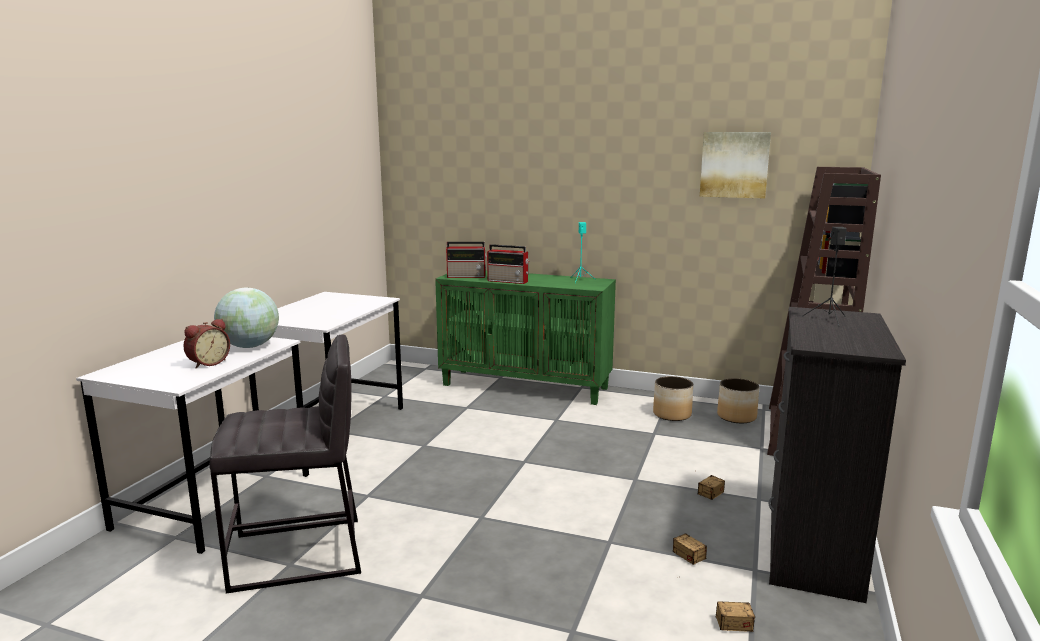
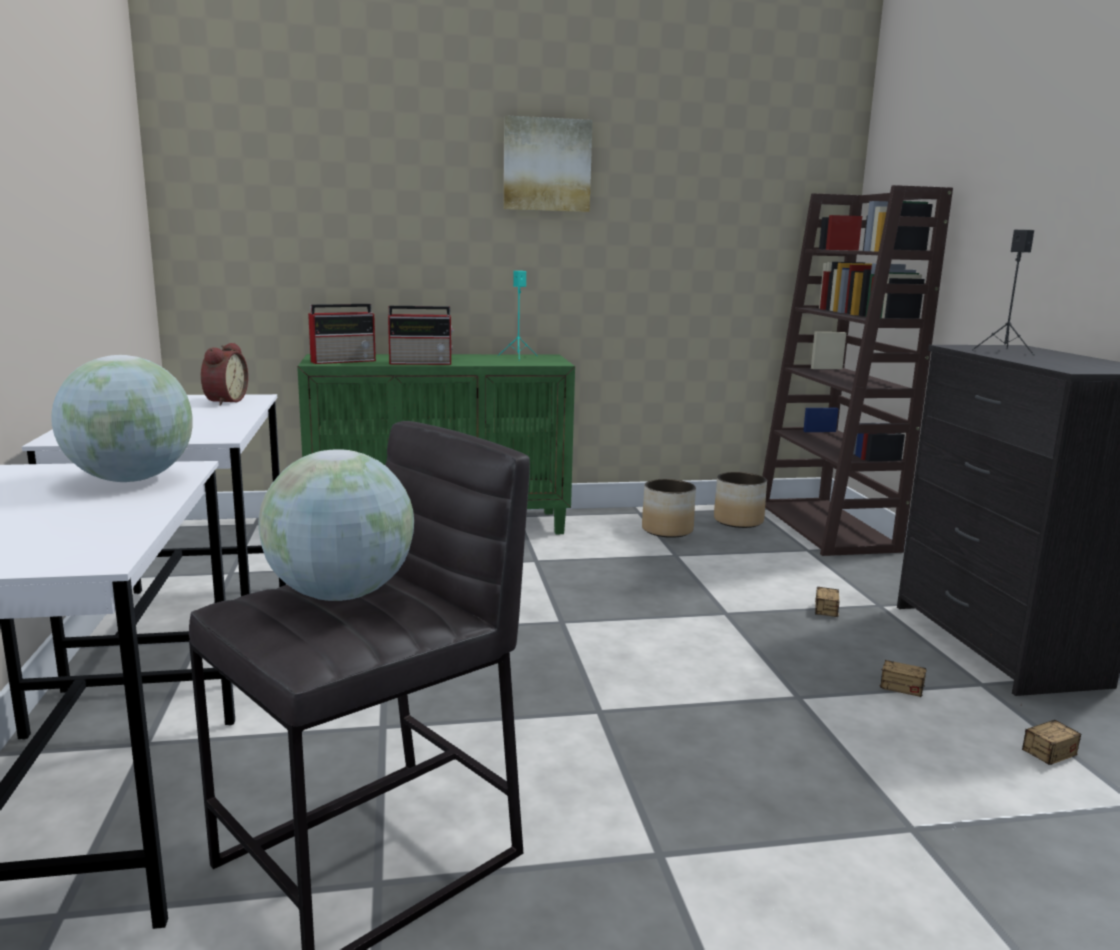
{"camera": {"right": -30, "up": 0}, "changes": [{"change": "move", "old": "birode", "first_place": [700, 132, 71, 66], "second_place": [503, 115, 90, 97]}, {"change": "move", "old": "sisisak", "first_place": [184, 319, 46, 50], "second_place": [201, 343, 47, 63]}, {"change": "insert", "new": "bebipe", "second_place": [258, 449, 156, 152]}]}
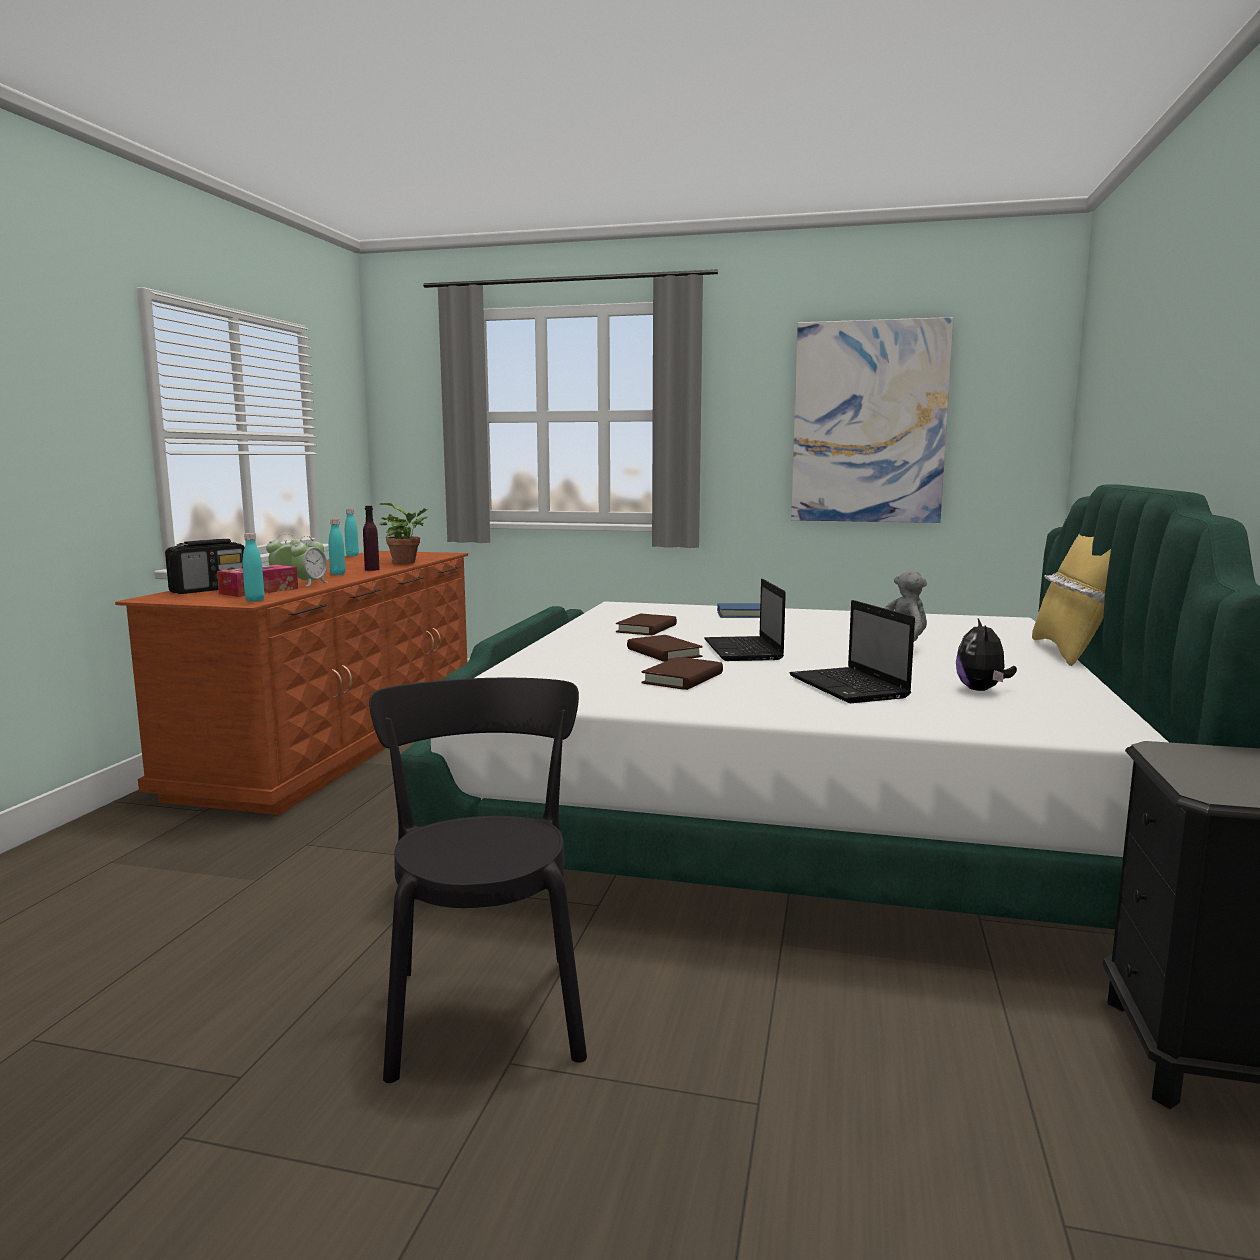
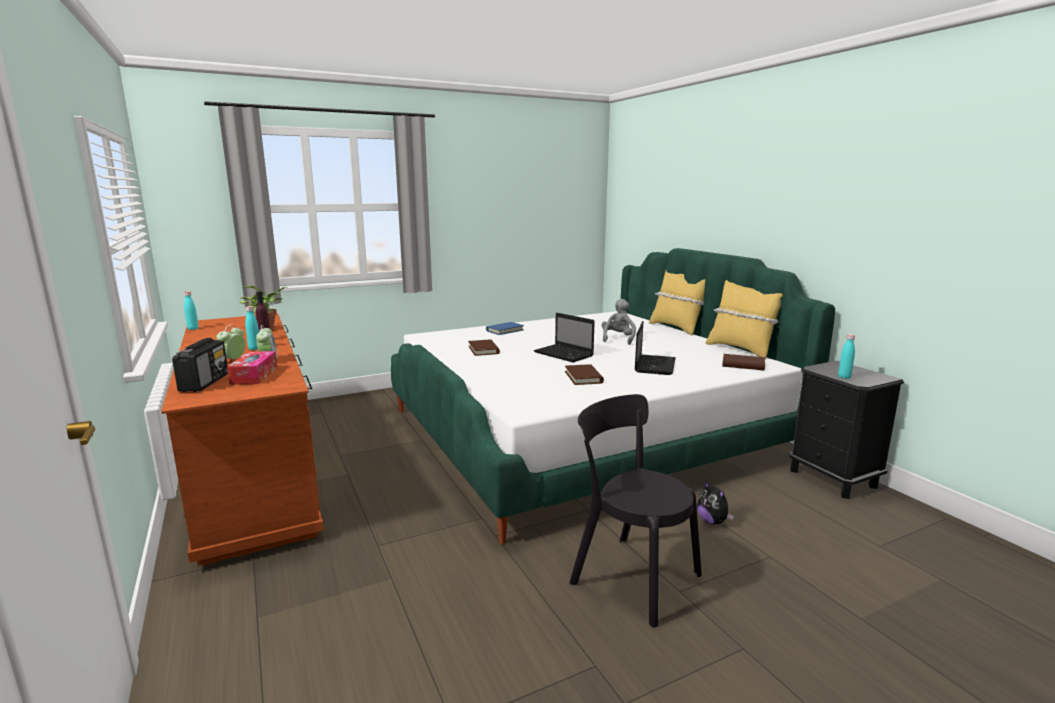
{"camera": {"right": -40, "up": 5}, "changes": [{"change": "delete", "old": "birode", "first_place": [791, 317, 163, 206]}, {"change": "move", "old": "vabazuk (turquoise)", "first_place": [243, 533, 21, 69], "second_place": [838, 334, 17, 45]}, {"change": "rotate", "old": "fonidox", "first_place": [789, 600, 126, 103], "second_place": [635, 321, 41, 54], "degrees": -105}, {"change": "move", "old": "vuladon", "first_place": [956, 619, 61, 72], "second_place": [697, 481, 37, 43]}, {"change": "move", "old": "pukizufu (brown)", "first_place": [627, 635, 76, 27], "second_place": [722, 354, 43, 17]}, {"change": "insert", "new": "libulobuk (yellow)", "second_place": [705, 280, 78, 80]}]}
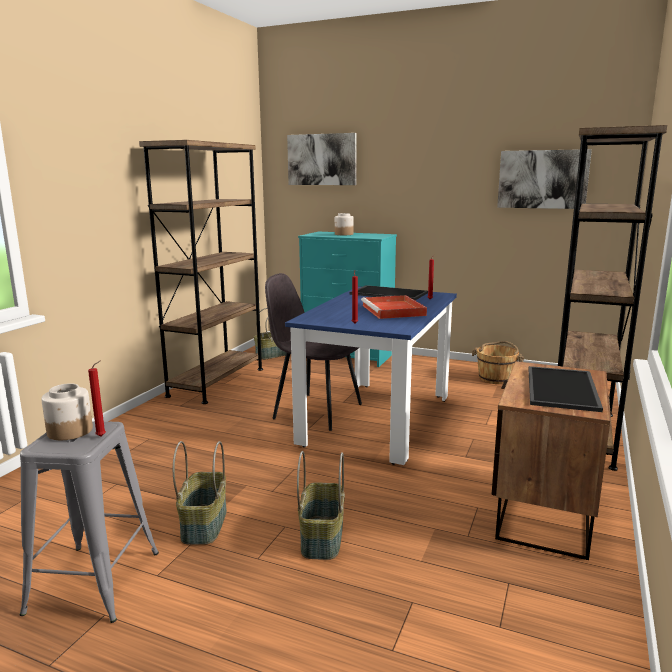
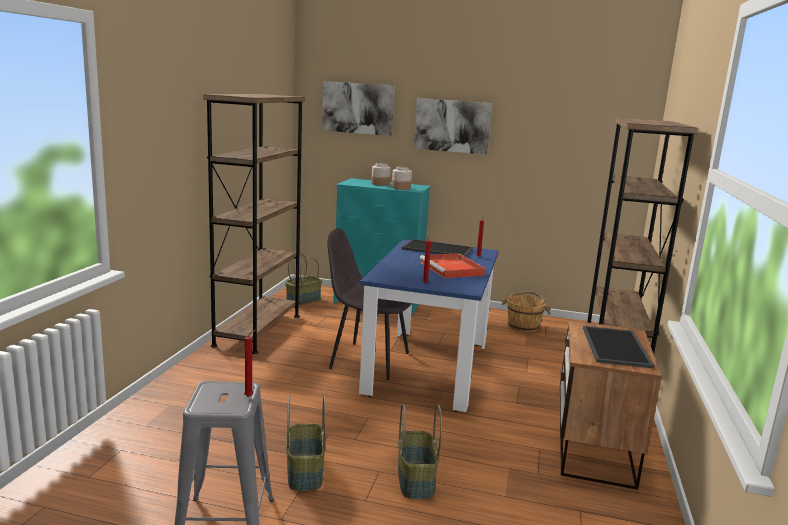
{"camera": {"right": -10, "up": 0}, "changes": [{"change": "move", "old": "birode", "first_place": [497, 149, 95, 60], "second_place": [414, 98, 78, 57]}, {"change": "move", "old": "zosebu", "first_place": [41, 383, 52, 57], "second_place": [392, 167, 20, 23]}]}
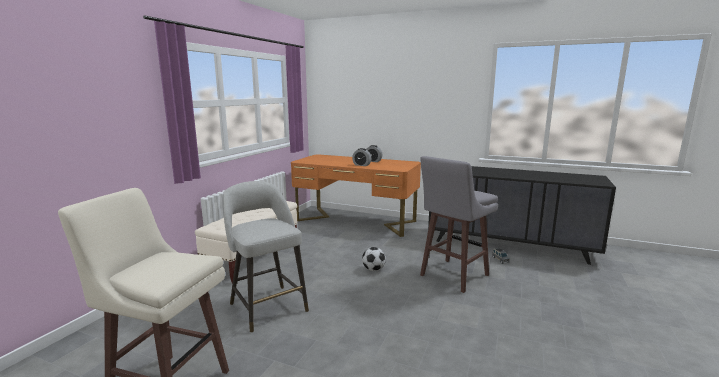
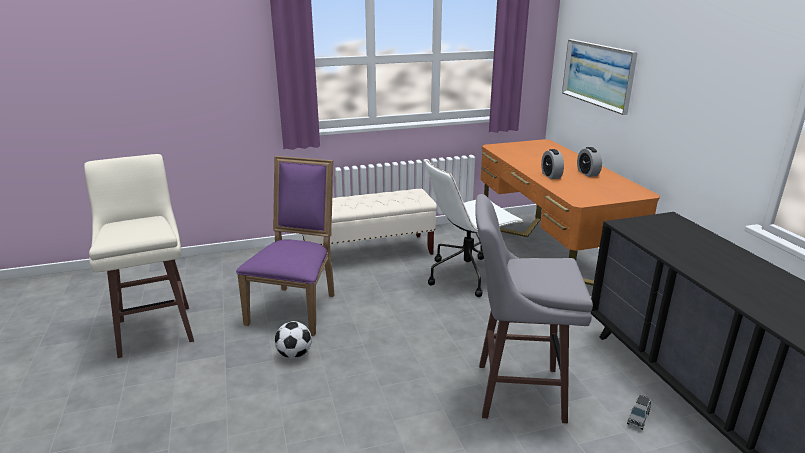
{"camera": {"right": 50, "up": 10}, "changes": [{"change": "replace", "old": "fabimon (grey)", "new": "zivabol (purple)", "first_place": [223, 181, 86, 151], "second_place": [236, 156, 98, 180]}, {"change": "move", "old": "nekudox", "first_place": [362, 247, 24, 24], "second_place": [275, 321, 37, 38]}, {"change": "insert", "new": "birode", "second_place": [562, 39, 76, 76]}, {"change": "insert", "new": "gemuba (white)", "second_place": [425, 160, 98, 137]}]}
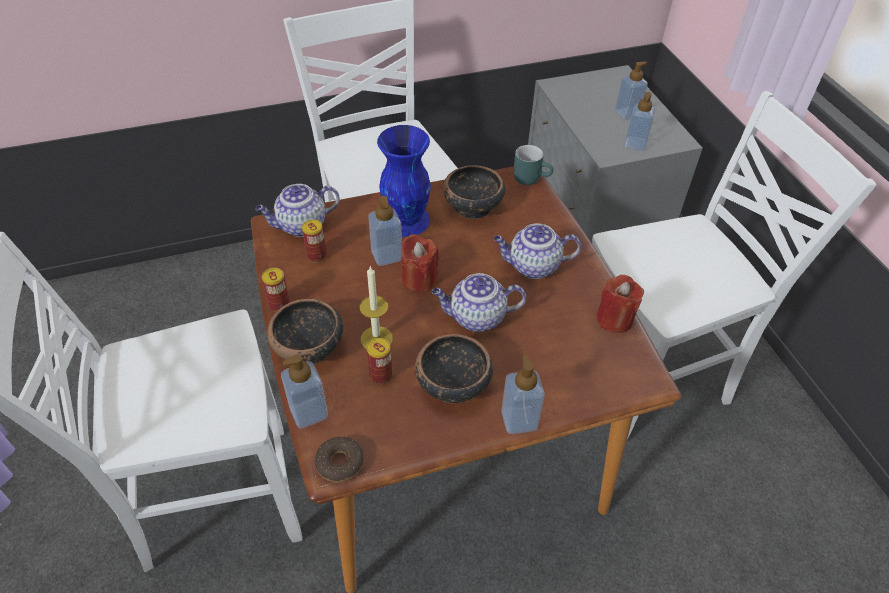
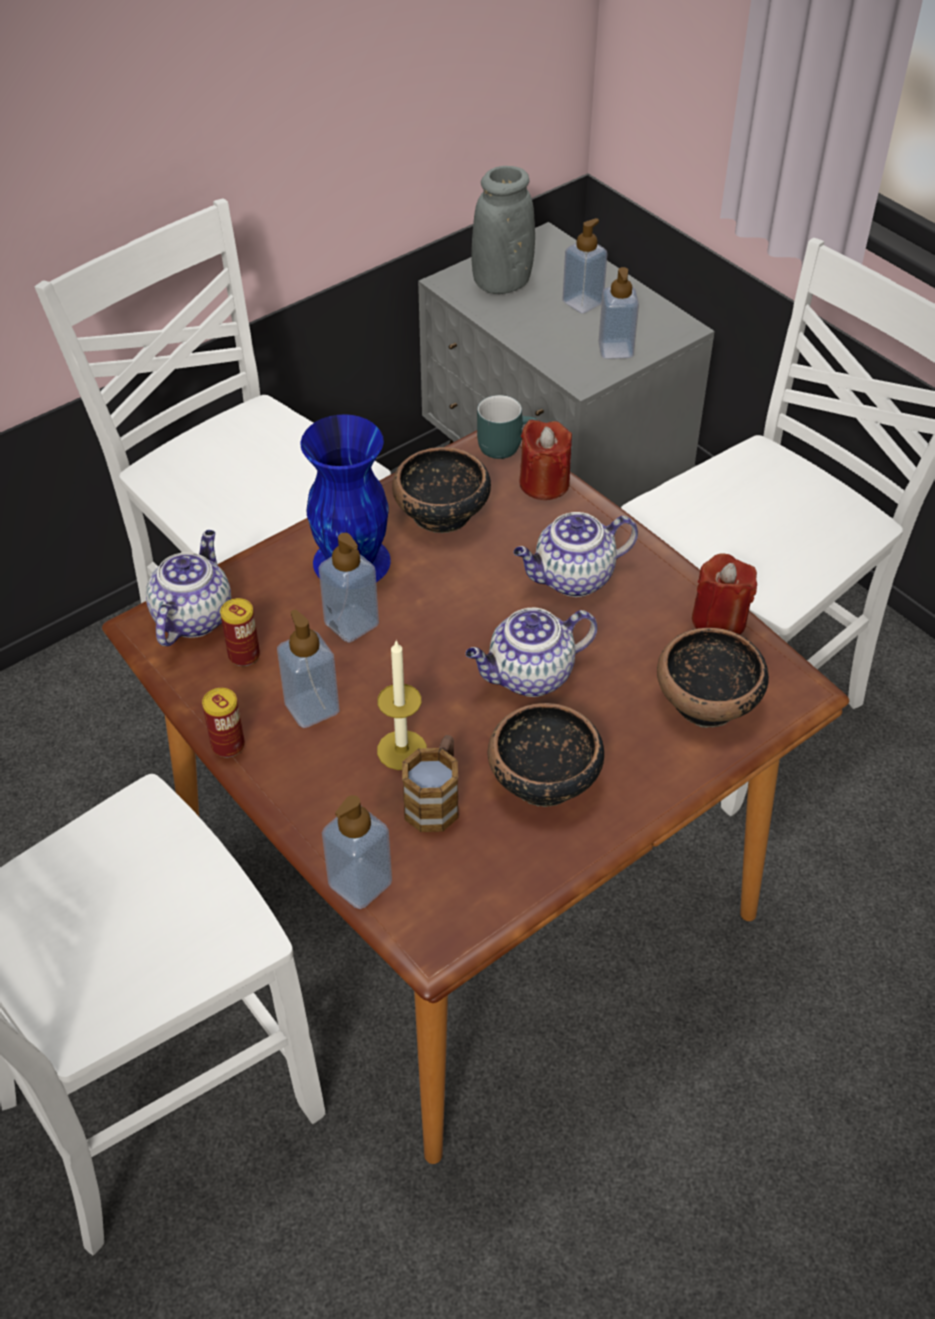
{"camera": {"right": -20, "up": 0}, "changes": [{"change": "rotate", "old": "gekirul", "first_place": [255, 184, 85, 53], "second_place": [146, 530, 85, 116], "degrees": 150}, {"change": "move", "old": "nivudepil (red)", "first_place": [401, 234, 38, 58], "second_place": [519, 420, 53, 80]}, {"change": "move", "old": "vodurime", "first_place": [267, 299, 76, 65], "second_place": [657, 628, 112, 100]}, {"change": "replace", "old": "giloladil", "new": "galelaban", "first_place": [367, 338, 25, 46], "second_place": [402, 735, 57, 97]}, {"change": "move", "old": "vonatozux", "first_place": [501, 355, 44, 79], "second_place": [277, 609, 63, 119]}, {"change": "delete", "old": "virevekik", "first_place": [315, 436, 49, 47]}, {"change": "insert", "new": "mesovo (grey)", "second_place": [471, 166, 64, 128]}]}
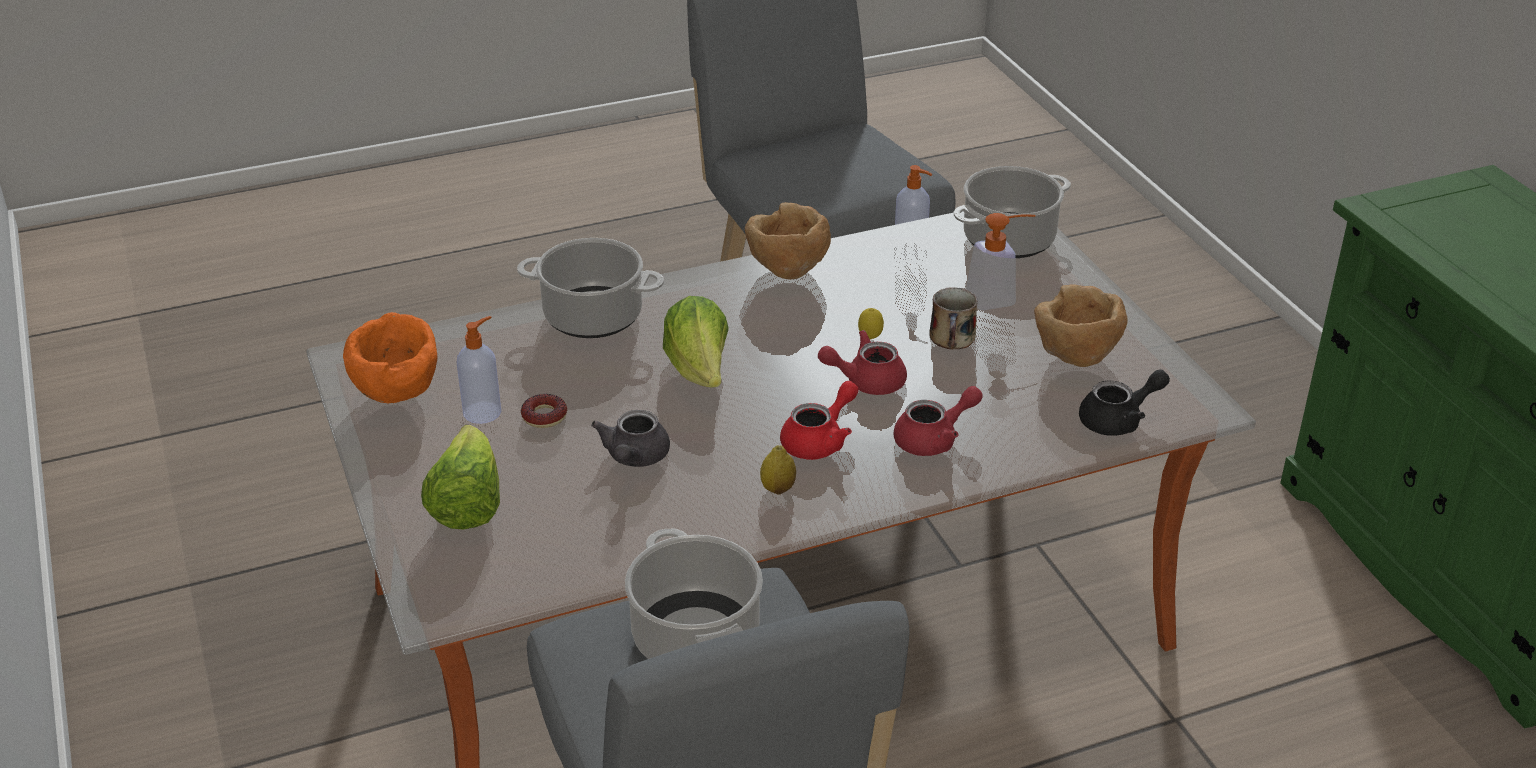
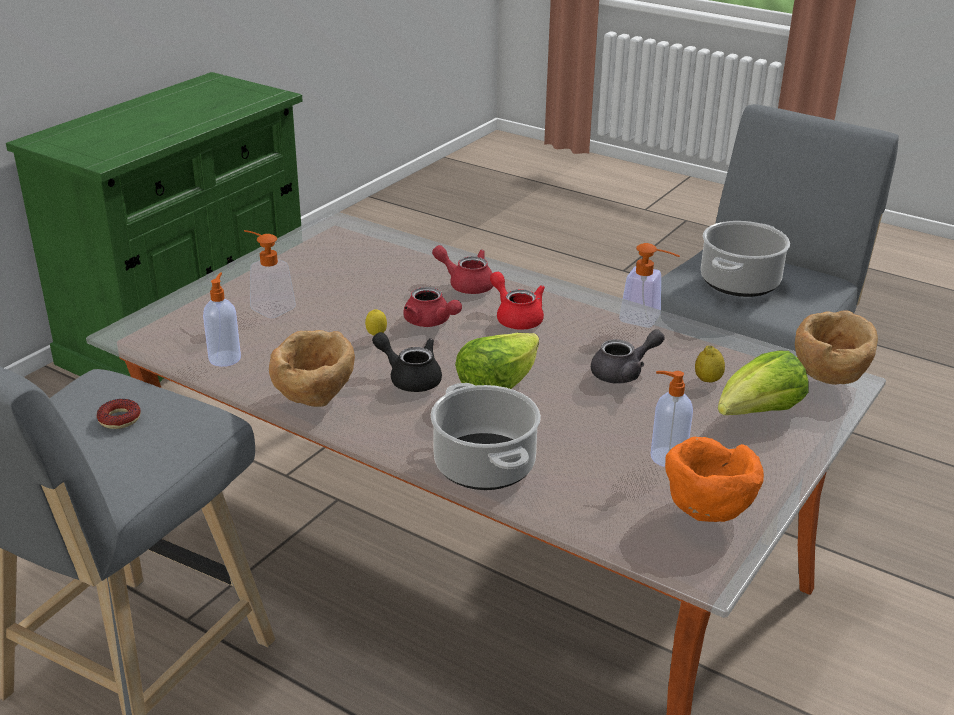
{"camera": {"right": -125, "up": -5}, "changes": [{"change": "delete", "old": "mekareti", "first_place": [953, 166, 118, 92]}, {"change": "move", "old": "vodurime (brown)", "first_place": [1034, 285, 94, 82], "second_place": [795, 310, 83, 75]}, {"change": "delete", "old": "galelaban", "first_place": [929, 287, 49, 62]}, {"change": "move", "old": "gekirul (black)", "first_place": [1079, 369, 91, 67], "second_place": [372, 332, 70, 60]}, {"change": "rotate", "old": "gekirul (red)", "first_place": [780, 381, 79, 79], "second_place": [490, 272, 55, 58], "degrees": 45}, {"change": "move", "old": "virevekik", "first_place": [521, 394, 46, 34], "second_place": [97, 399, 44, 30]}, {"change": "move", "old": "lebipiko", "first_place": [760, 446, 36, 49], "second_place": [695, 346, 30, 37]}, {"change": "insert", "new": "vonatozux", "second_place": [619, 243, 61, 85]}]}
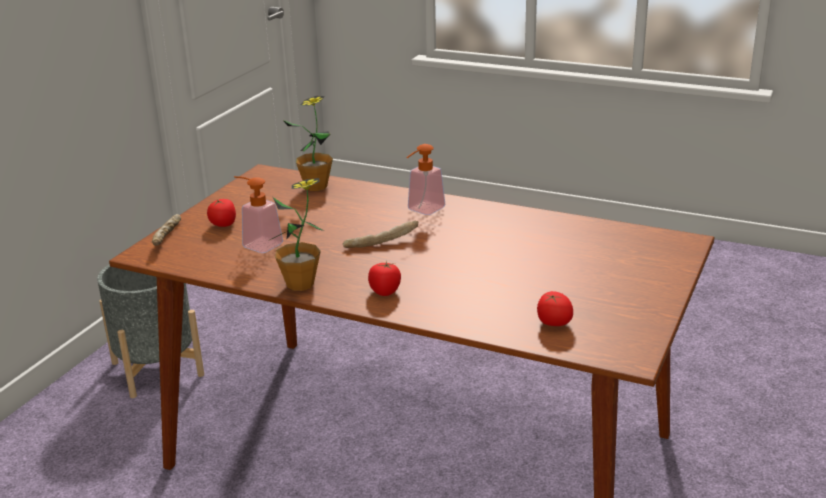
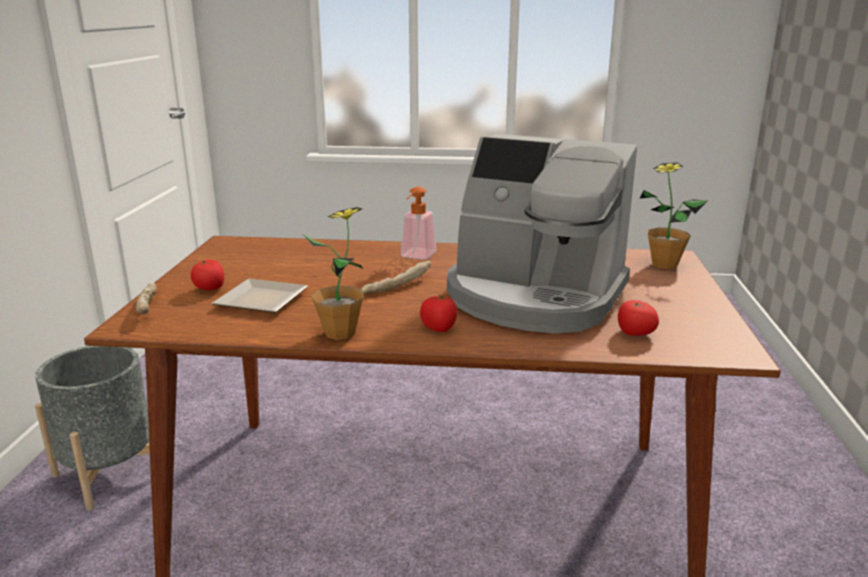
{"camera": {"right": -20, "up": -5}, "changes": [{"change": "move", "old": "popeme", "first_place": [283, 96, 50, 95], "second_place": [640, 162, 68, 107]}, {"change": "replace", "old": "vonatozux", "new": "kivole", "first_place": [234, 176, 49, 77], "second_place": [212, 279, 96, 34]}, {"change": "insert", "new": "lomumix", "second_place": [447, 134, 190, 199]}]}
